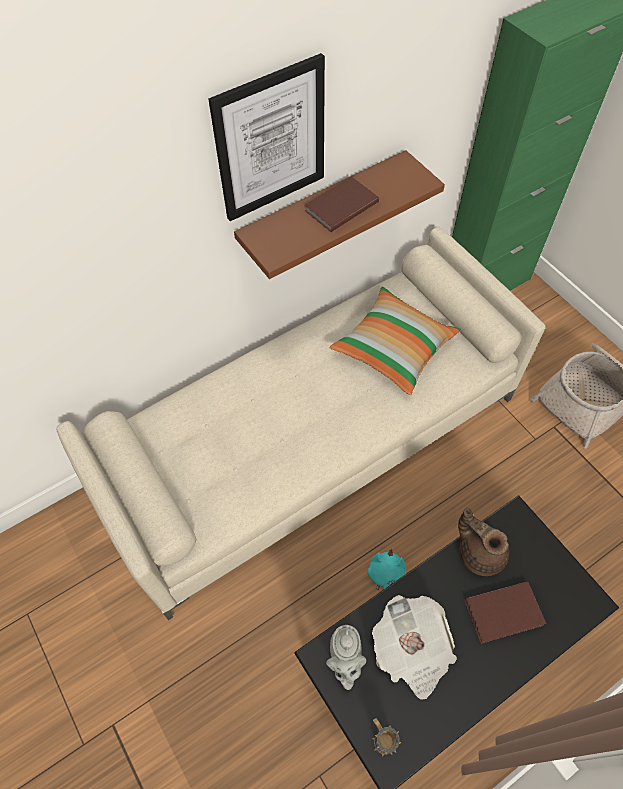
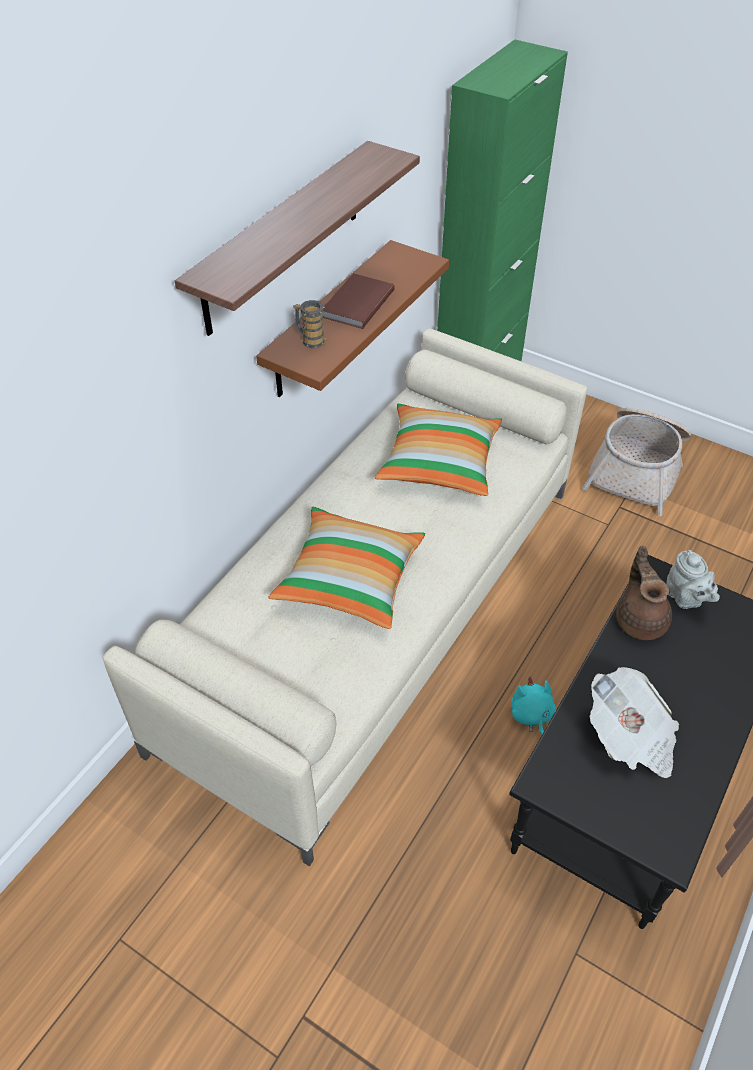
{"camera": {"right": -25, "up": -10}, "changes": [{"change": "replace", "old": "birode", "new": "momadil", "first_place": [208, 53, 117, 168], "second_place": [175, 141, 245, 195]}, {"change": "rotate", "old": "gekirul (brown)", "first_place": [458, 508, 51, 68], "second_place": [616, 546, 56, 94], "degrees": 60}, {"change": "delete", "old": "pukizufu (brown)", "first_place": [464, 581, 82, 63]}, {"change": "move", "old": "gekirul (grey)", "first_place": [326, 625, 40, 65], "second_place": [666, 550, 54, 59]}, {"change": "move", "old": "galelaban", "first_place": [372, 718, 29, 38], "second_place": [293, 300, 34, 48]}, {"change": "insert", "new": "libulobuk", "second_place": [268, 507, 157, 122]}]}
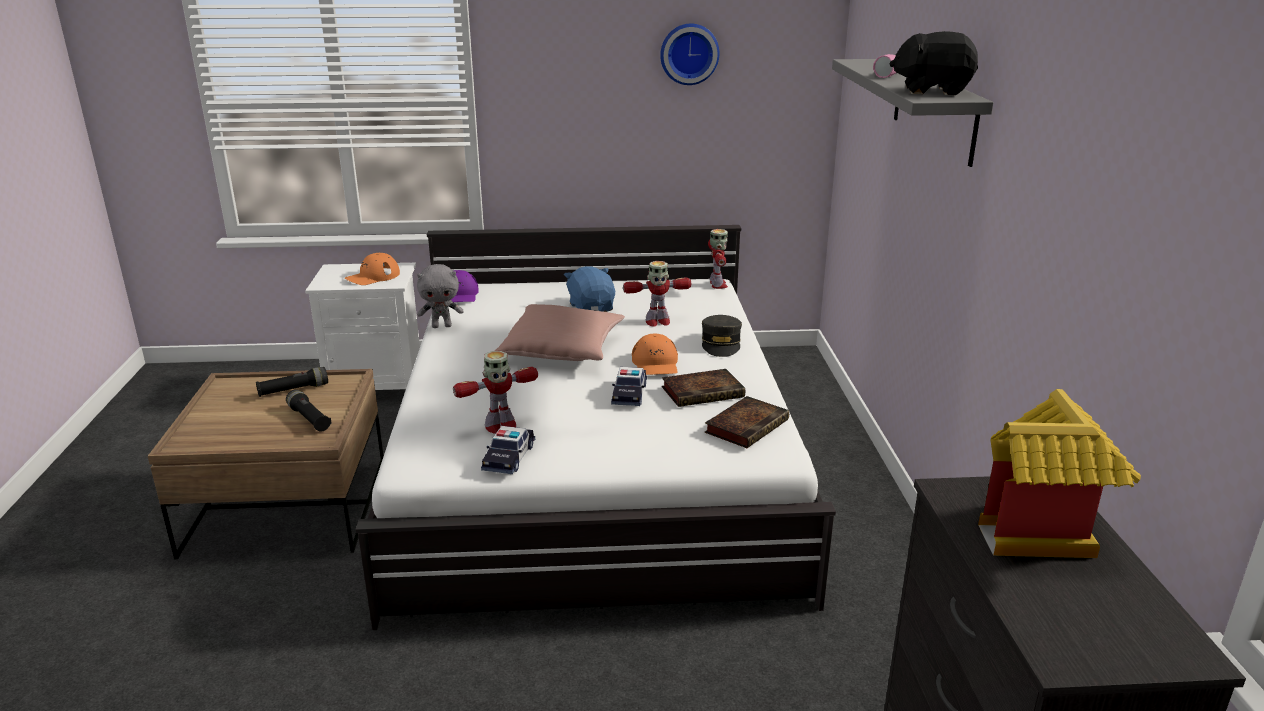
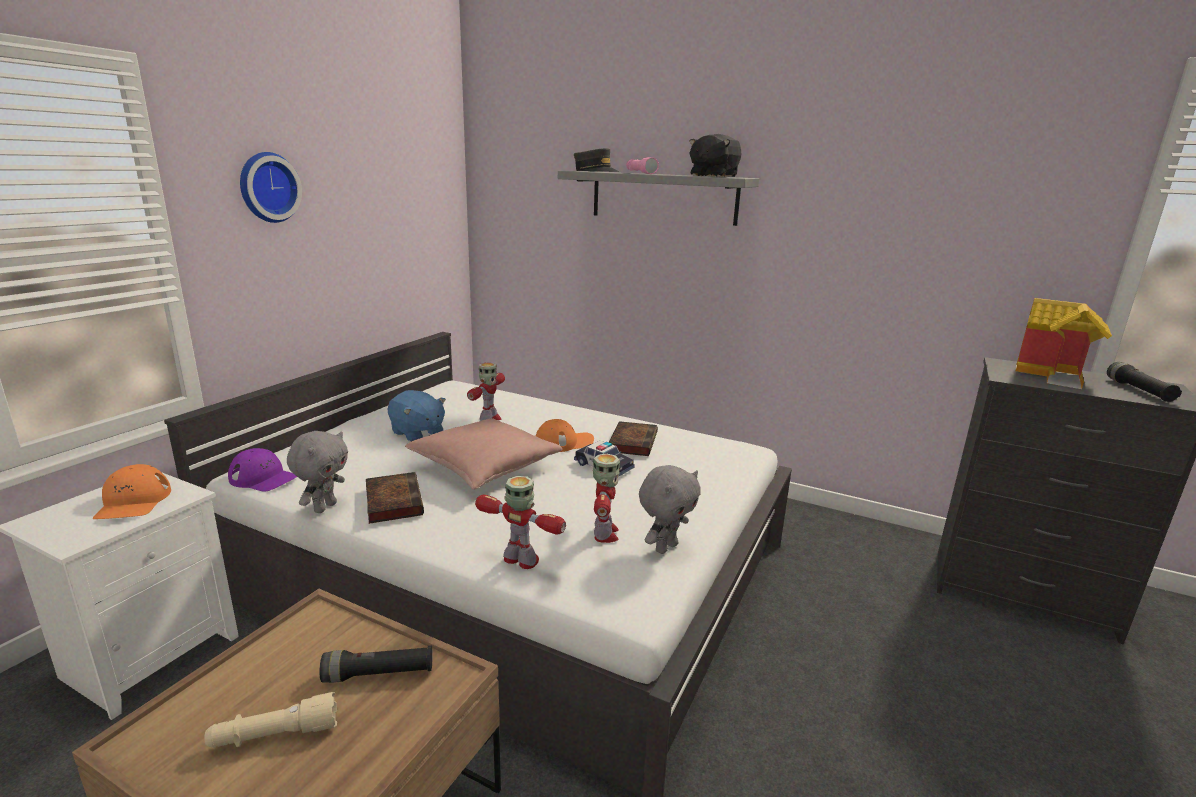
{"camera": {"right": -60, "up": -5}, "changes": [{"change": "move", "old": "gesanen", "first_place": [660, 24, 59, 61], "second_place": [240, 152, 62, 71]}, {"change": "move", "old": "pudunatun", "first_place": [708, 229, 20, 60], "second_place": [475, 476, 91, 93]}, {"change": "rotate", "old": "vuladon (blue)", "first_place": [564, 266, 51, 46], "second_place": [388, 390, 58, 51], "degrees": -150}, {"change": "move", "old": "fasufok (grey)", "first_place": [702, 315, 40, 42], "second_place": [574, 148, 45, 24]}, {"change": "rotate", "old": "fasufok (orange)", "first_place": [632, 334, 46, 41], "second_place": [536, 419, 58, 33], "degrees": -45}, {"change": "move", "old": "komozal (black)", "first_place": [256, 367, 72, 30], "second_place": [1107, 362, 75, 40]}, {"change": "move", "old": "pukizufu", "first_place": [705, 396, 84, 52], "second_place": [366, 472, 58, 52]}, {"change": "replace", "old": "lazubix", "new": "vuladon (grey)", "first_place": [481, 426, 54, 48], "second_place": [639, 465, 62, 89]}, {"change": "insert", "new": "komozal (beige)", "second_place": [204, 692, 133, 56]}]}
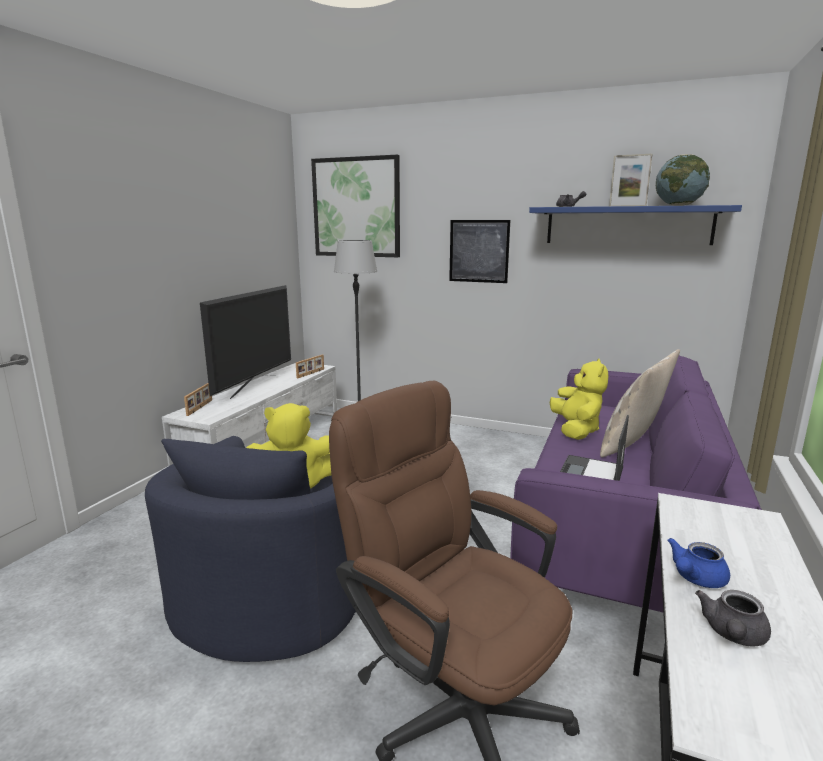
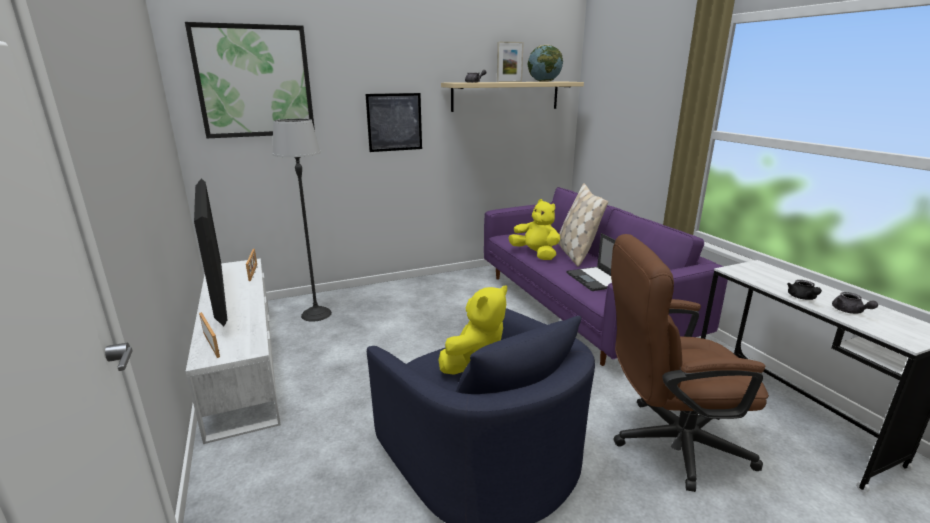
{"camera": {"right": -45, "up": 5}, "changes": [{"change": "recolor", "old": "momadil (blue)", "new": "momadil (beige)", "first_place": [529, 205, 213, 40], "second_place": [441, 82, 143, 30]}, {"change": "recolor", "old": "gekirul (blue)", "new": "gekirul (black)", "first_place": [667, 538, 63, 50], "second_place": [787, 280, 35, 20]}]}
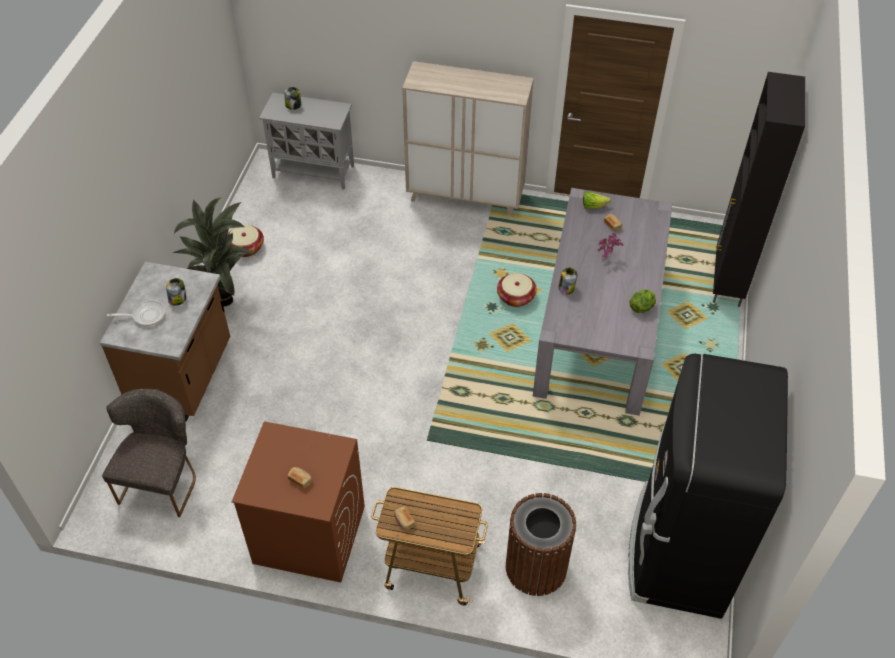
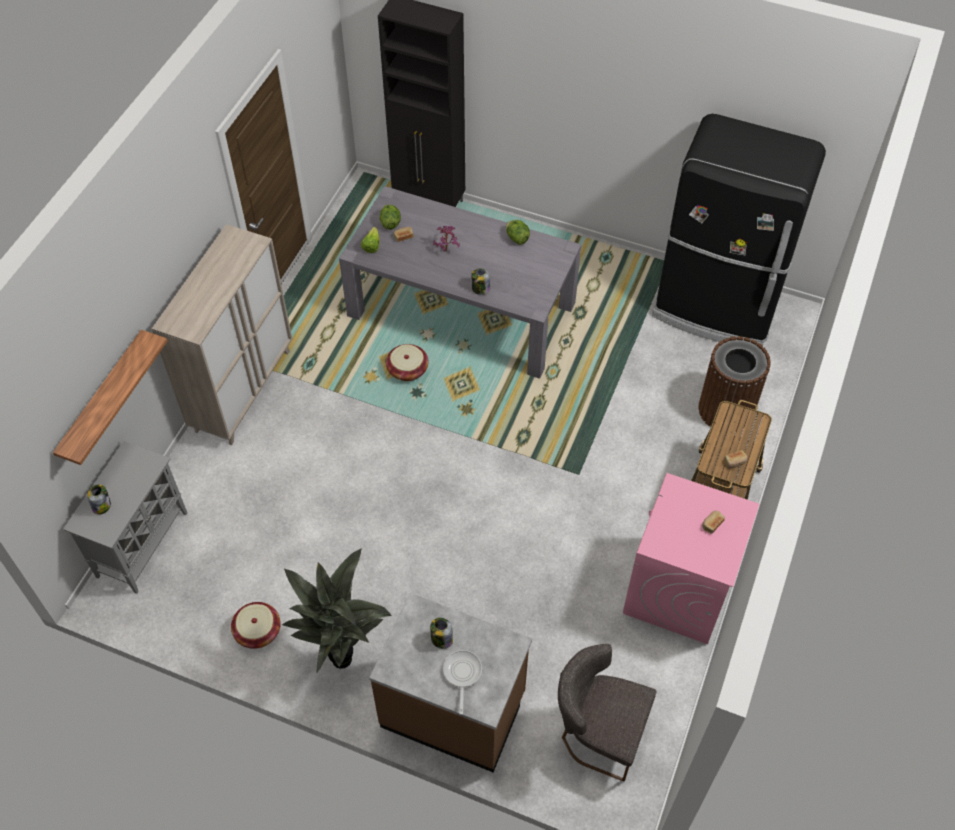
{"camera": {"right": -80, "up": 5}, "changes": [{"change": "recolor", "old": "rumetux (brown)", "new": "rumetux (pink)", "first_place": [232, 421, 133, 161], "second_place": [623, 473, 136, 171]}, {"change": "insert", "new": "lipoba", "second_place": [379, 205, 22, 25]}, {"change": "insert", "new": "momadil", "second_place": [53, 330, 115, 135]}]}
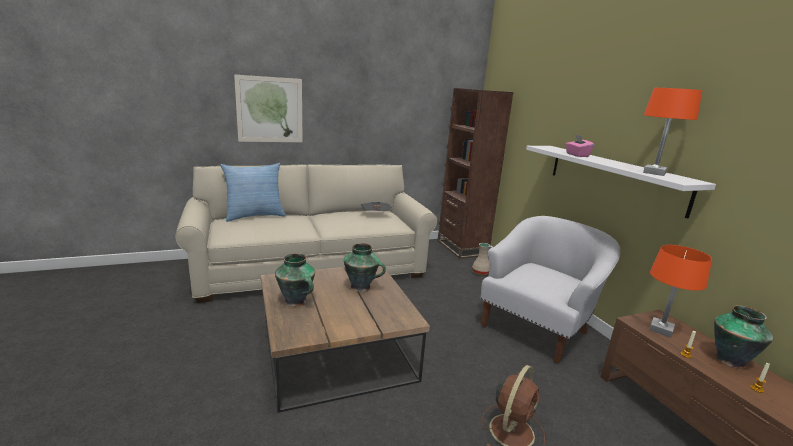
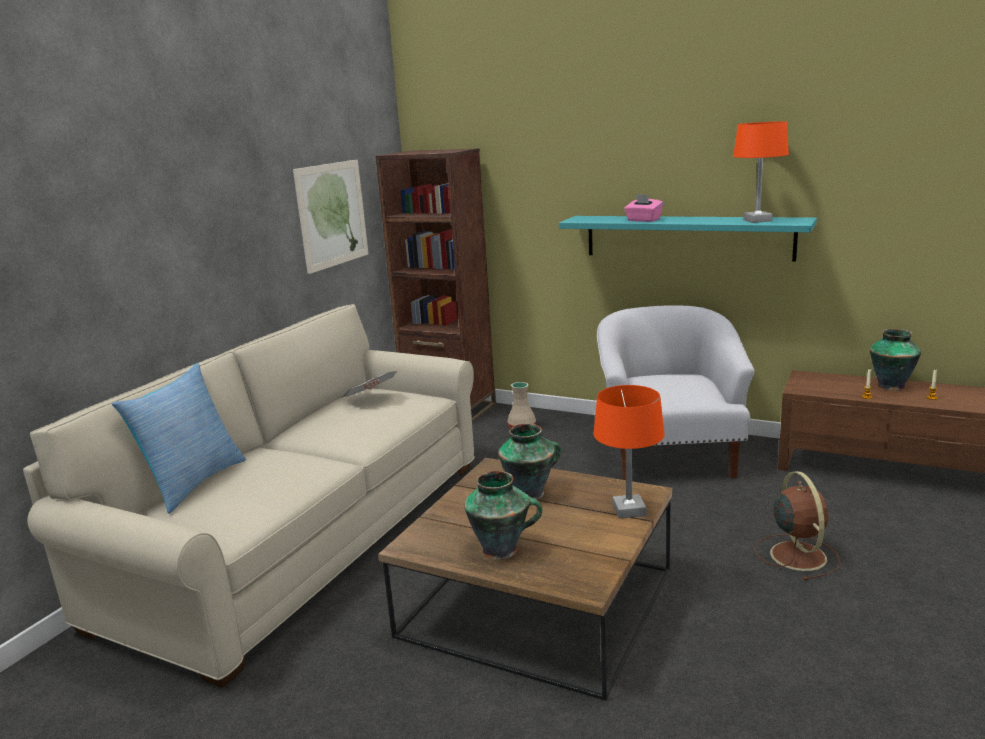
{"camera": {"right": -40, "up": 0}, "changes": [{"change": "move", "old": "birode", "first_place": [234, 75, 69, 67], "second_place": [293, 159, 75, 115]}, {"change": "recolor", "old": "momadil (white)", "new": "momadil (turquoise)", "first_place": [526, 146, 190, 73], "second_place": [559, 216, 258, 46]}, {"change": "move", "old": "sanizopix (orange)", "first_place": [649, 245, 63, 93], "second_place": [593, 385, 71, 134]}]}
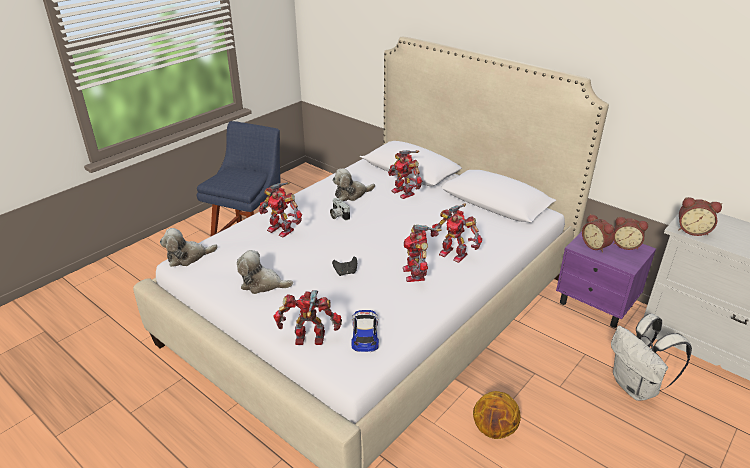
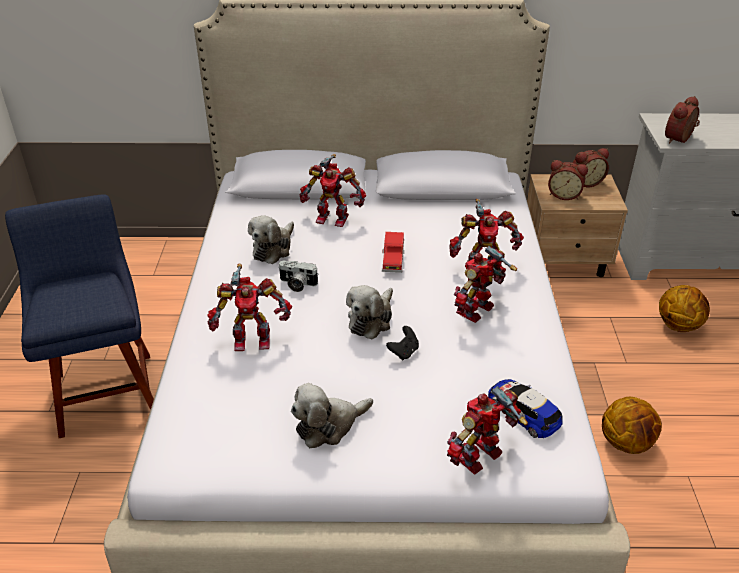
{"camera": {"right": -40, "up": 5}, "changes": [{"change": "rotate", "old": "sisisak", "first_place": [678, 197, 44, 39], "second_place": [665, 96, 35, 48], "degrees": 150}, {"change": "rotate", "old": "pudunatun", "first_place": [403, 225, 38, 57], "second_place": [454, 246, 63, 77], "degrees": 90}, {"change": "move", "old": "vuladon", "first_place": [160, 228, 58, 39], "second_place": [346, 285, 47, 54]}, {"change": "recolor", "old": "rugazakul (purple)", "new": "rugazakul (beige)", "first_place": [556, 232, 100, 96], "second_place": [527, 174, 101, 103]}, {"change": "replace", "old": "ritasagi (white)", "new": "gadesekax", "first_place": [611, 314, 81, 87], "second_place": [659, 285, 51, 47]}, {"change": "insert", "new": "lazubix (red)", "second_place": [382, 232, 22, 41]}]}
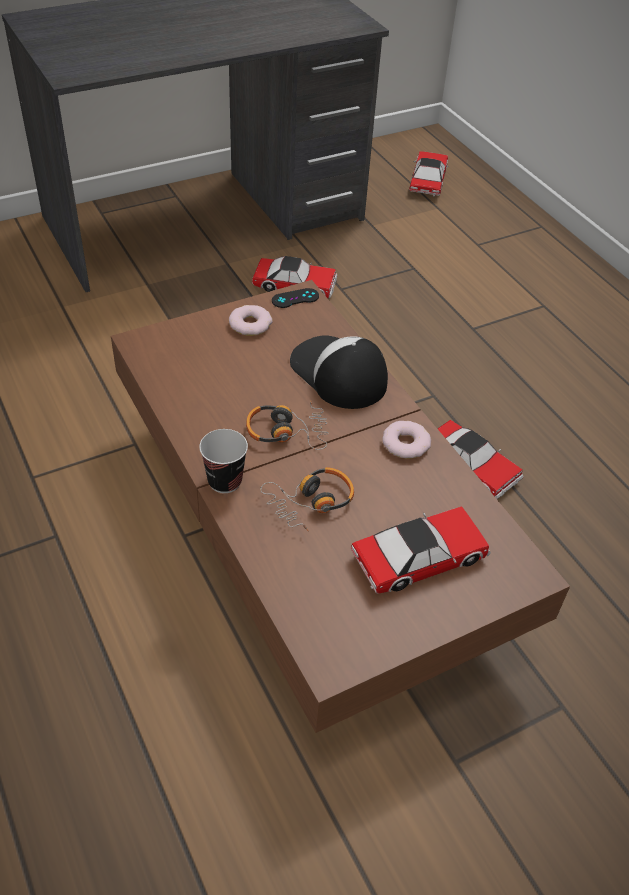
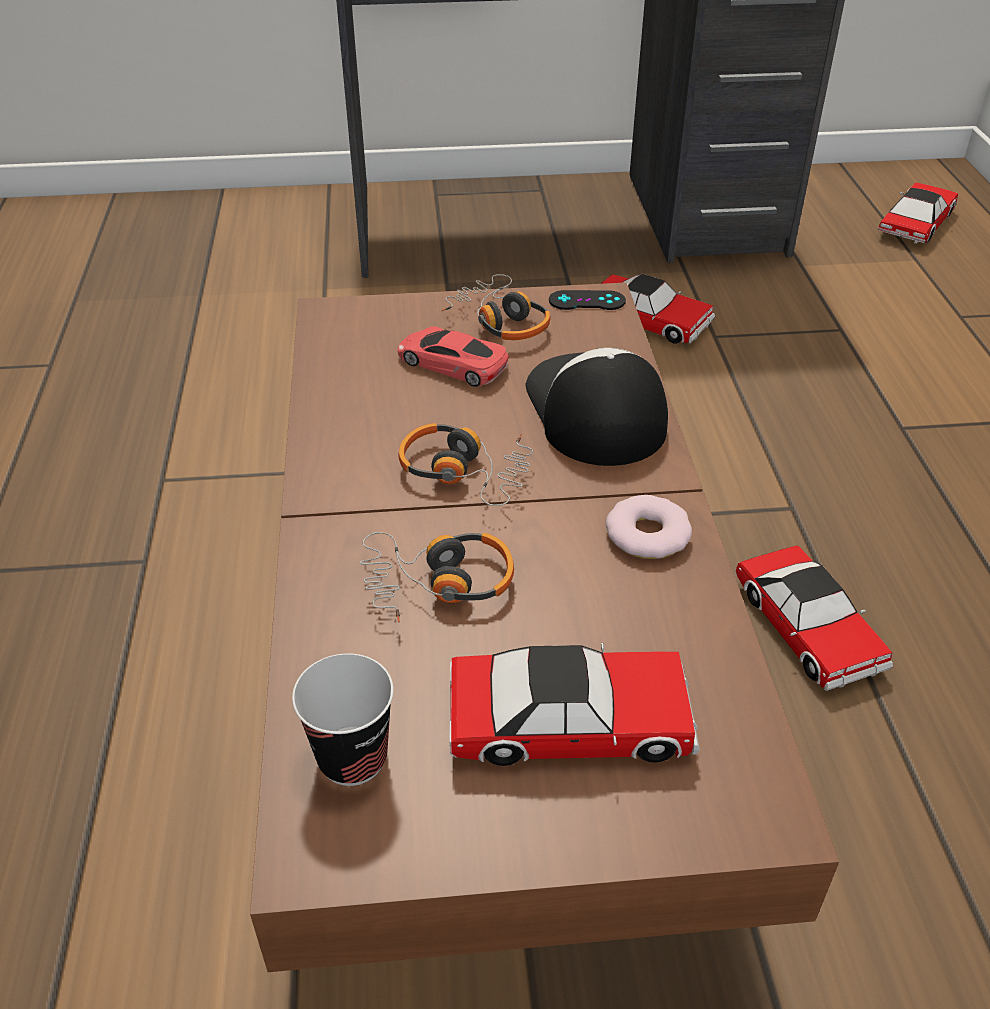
{"camera": {"right": 25, "up": -5}, "changes": [{"change": "replace", "old": "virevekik", "new": "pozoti", "first_place": [229, 305, 44, 31], "second_place": [441, 274, 110, 66]}, {"change": "move", "old": "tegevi", "first_place": [199, 429, 49, 64], "second_place": [292, 653, 102, 133]}, {"change": "insert", "new": "lazubix (red)", "second_place": [397, 326, 112, 61]}]}
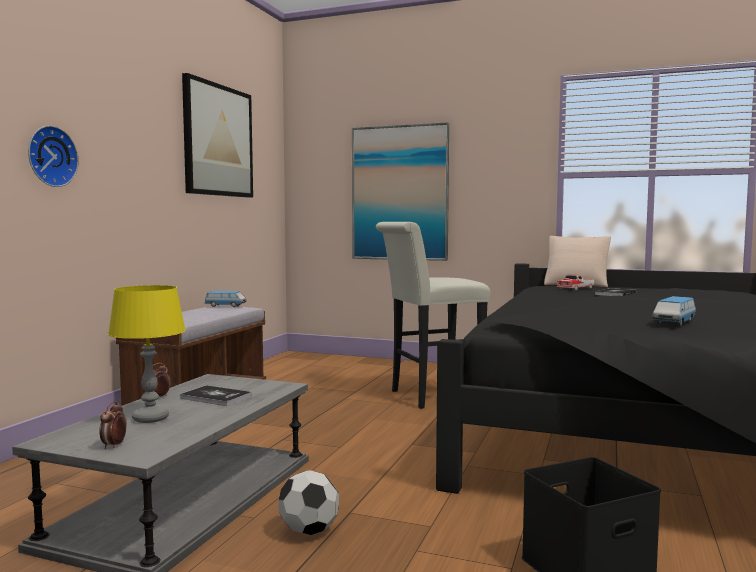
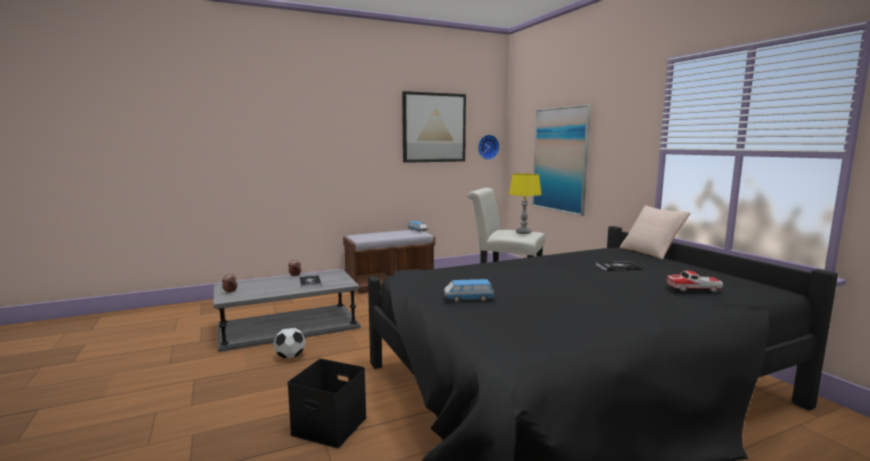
{"camera": {"right": 45, "up": 5}, "changes": [{"change": "move", "old": "gesanen", "first_place": [28, 125, 51, 62], "second_place": [478, 135, 22, 25]}, {"change": "move", "old": "lazubix", "first_place": [556, 274, 38, 16], "second_place": [667, 271, 56, 21]}, {"change": "move", "old": "sanizopix (yellow)", "first_place": [108, 285, 78, 138], "second_place": [509, 174, 33, 60]}]}
